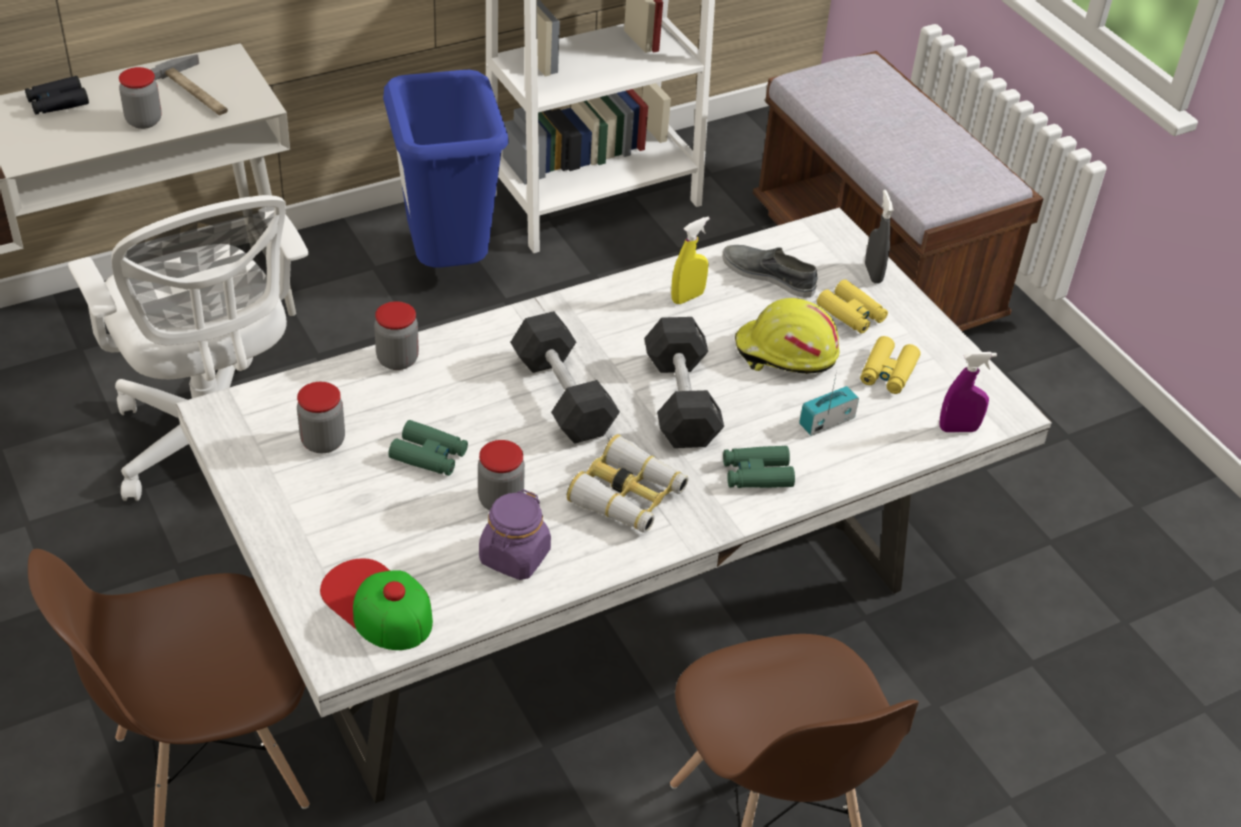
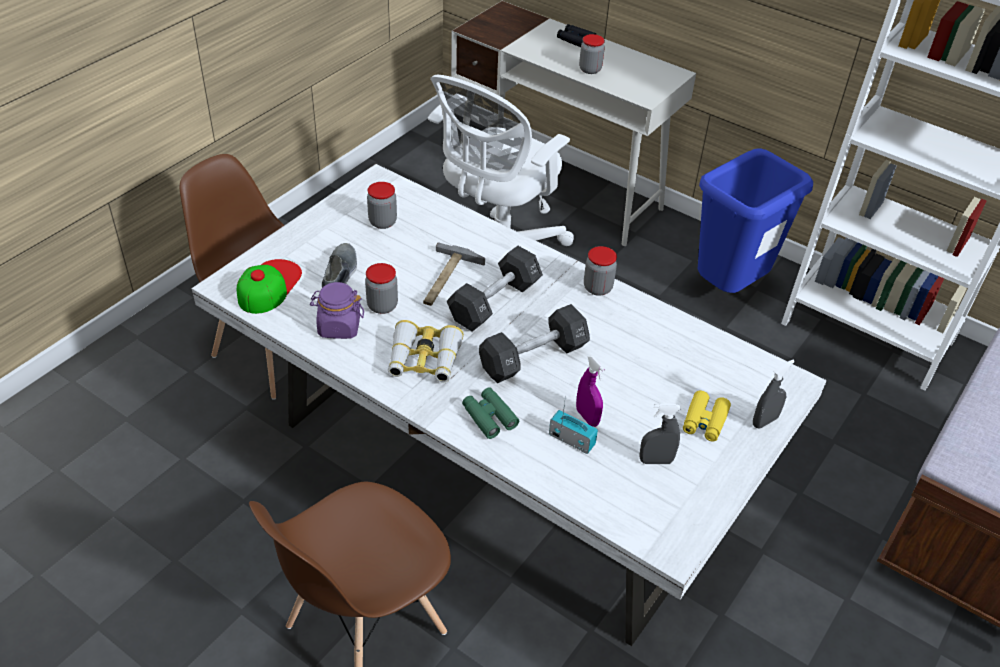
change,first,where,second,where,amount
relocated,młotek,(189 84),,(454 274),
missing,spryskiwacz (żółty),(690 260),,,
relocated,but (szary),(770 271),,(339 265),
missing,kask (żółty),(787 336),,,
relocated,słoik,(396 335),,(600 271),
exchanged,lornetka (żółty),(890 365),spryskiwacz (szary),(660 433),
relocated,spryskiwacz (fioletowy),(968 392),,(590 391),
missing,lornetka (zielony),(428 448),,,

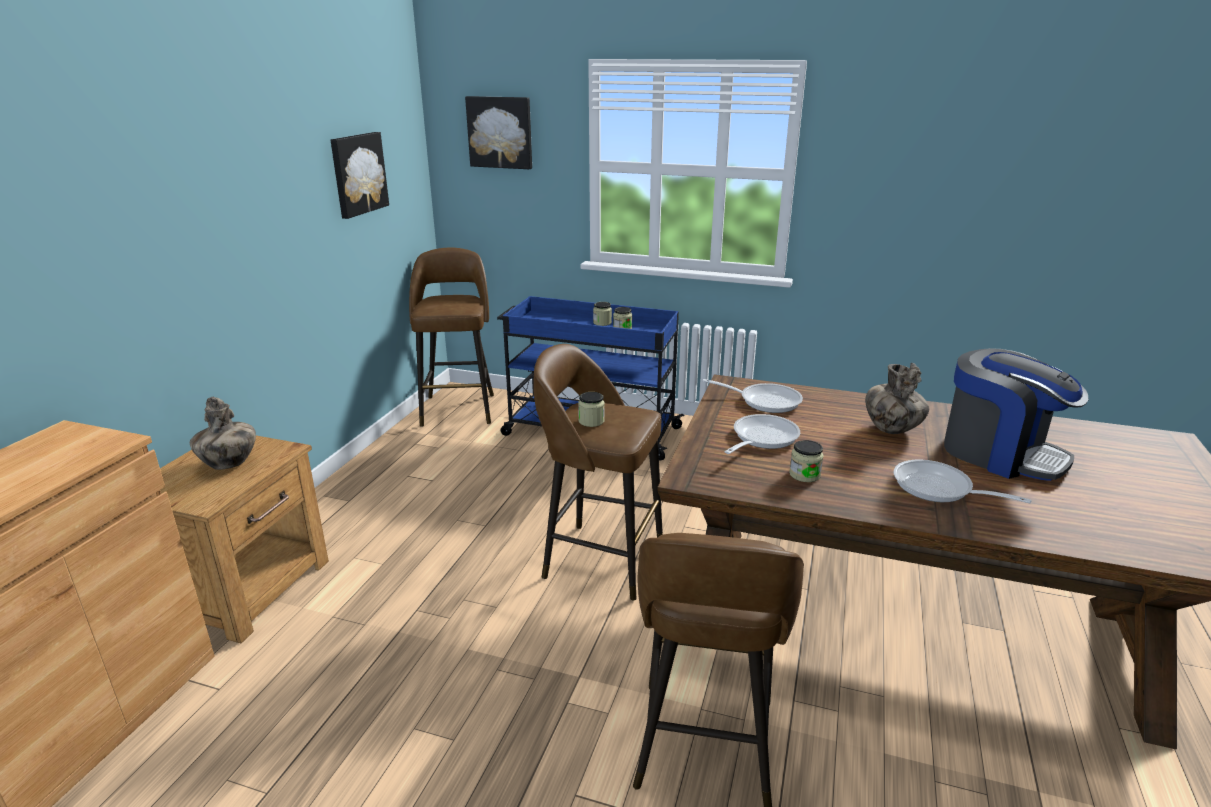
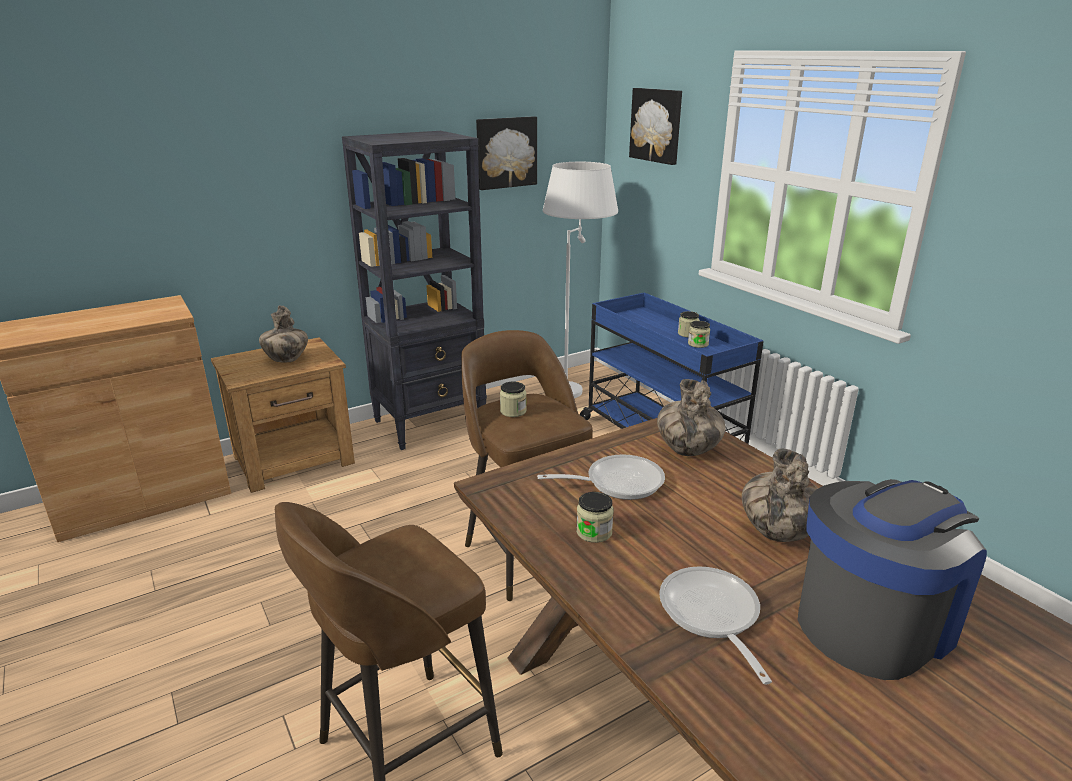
change,first,where,second,where,amount
exchanged,stołek (brązowy),(451 337),lampa stojąca (biały),(580 280),
spun,ekspres do kawy,(1016 414),,(892 579),120 degrees counterclockwise
exchanged,patelnia,(753 396),wazon,(691 417),
appeared,,,regał (czarny),(414 290),

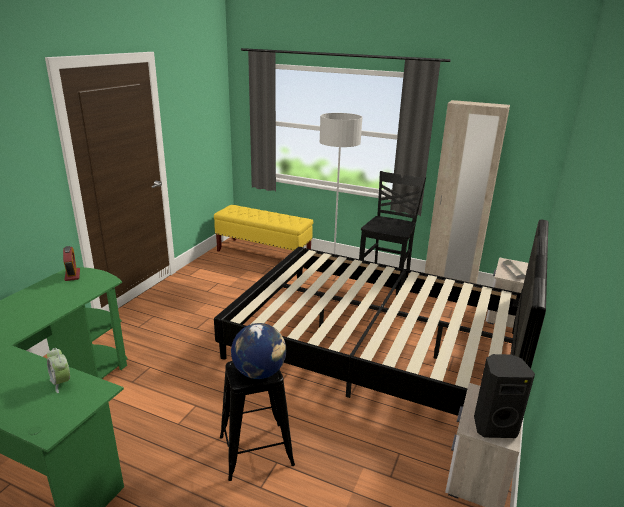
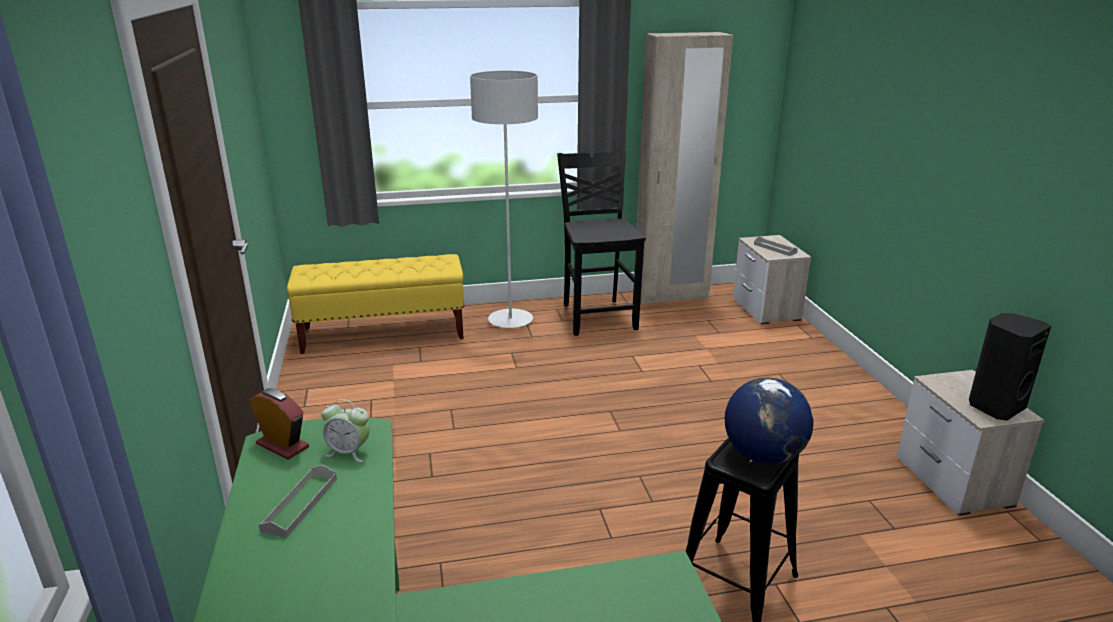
change,first,where,second,where,amount
missing,łóżko (czarny),(381 318),,,
relocated,budzik,(58 370),,(345 430),
appeared,,,taca (szary),(298 501),

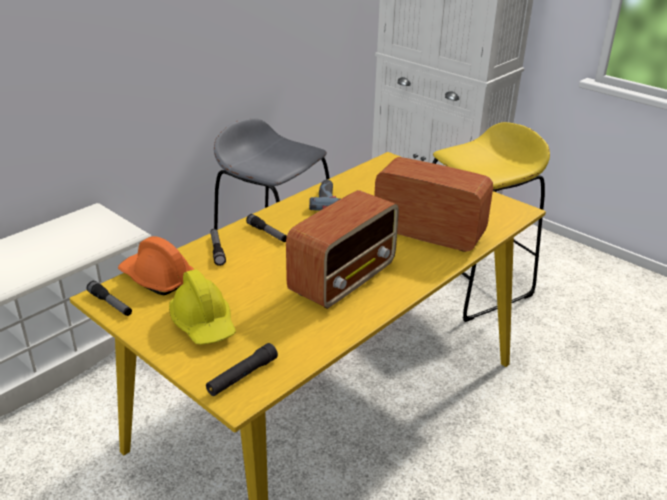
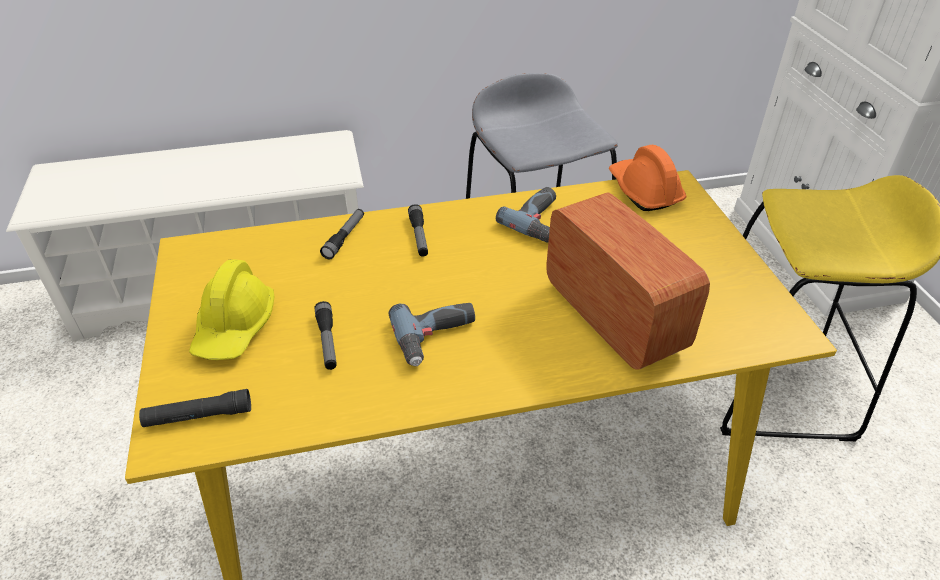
change,first,where,second,where,amount
exchanged,radio,(342 249),wiertarka,(432 334),
relocated,kask (pomarańczowy),(156 265),,(648 178),
relocated,latarka,(109 298),,(325 335),

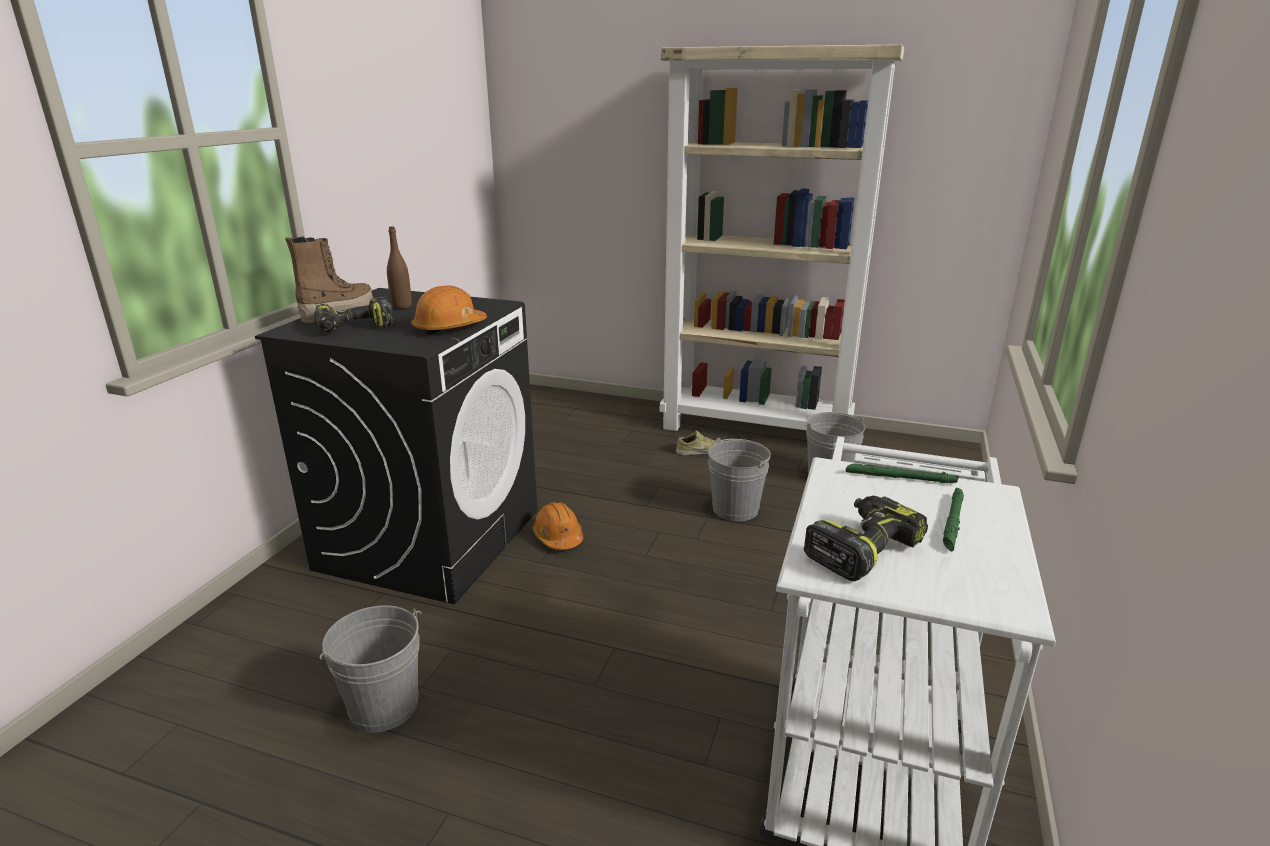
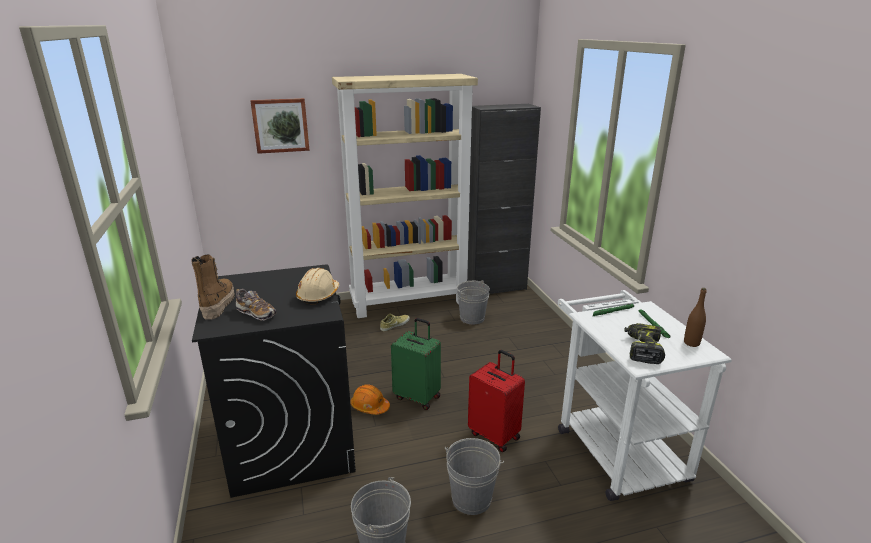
change,first,where,second,where,amount
relocated,butelka (brązowy),(399 267),,(695 317),
colour,kask (pomarańczowy),(449 310),kask (beżowy),(317 286),
exchanged,wiertarka,(354 314),but,(256 305),
relocated,wiadro (szary),(739 479),,(474 476),
appeared,,,obraz,(280 126),
appeared,,,szafka (czarny),(504 199),
appeared,,,walizka (zielony),(416 364),
appeared,,,walizka (czerwony),(496 401),

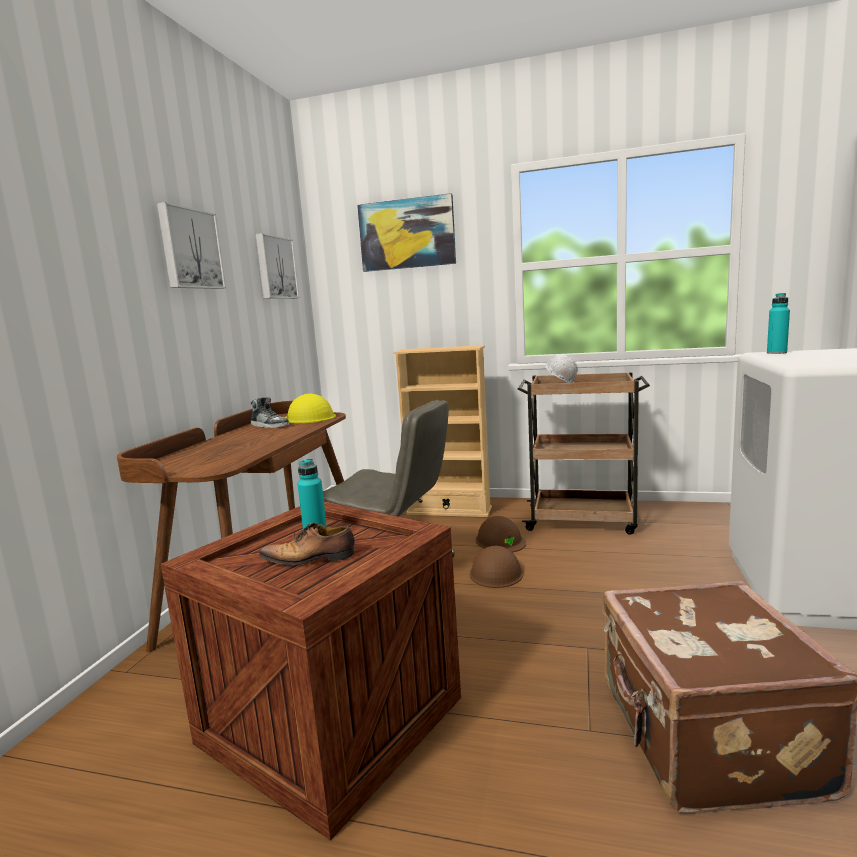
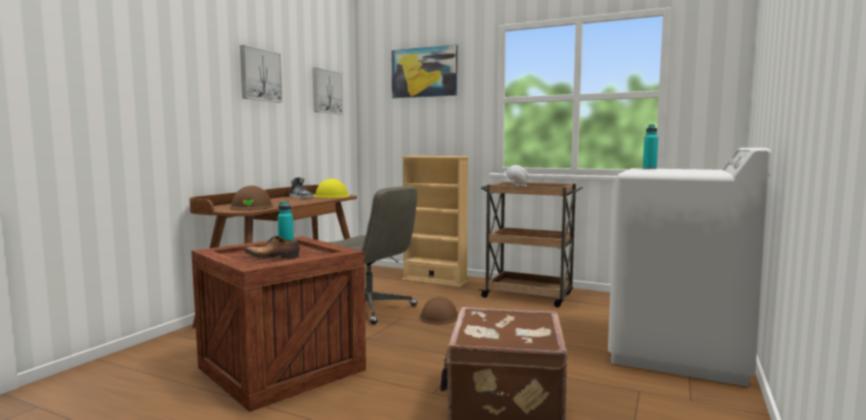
change,first,where,second,where,amount
relocated,kask (brązowy),(500 534),,(251 198),

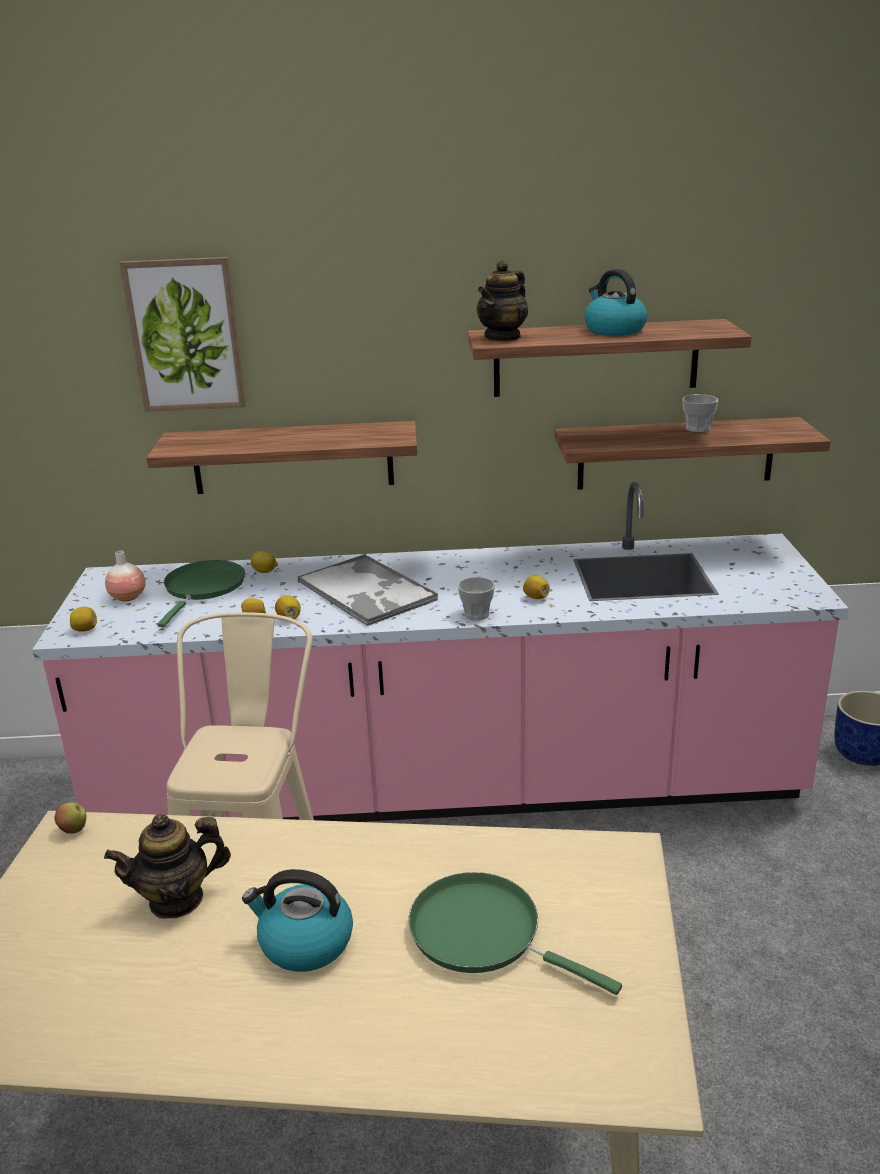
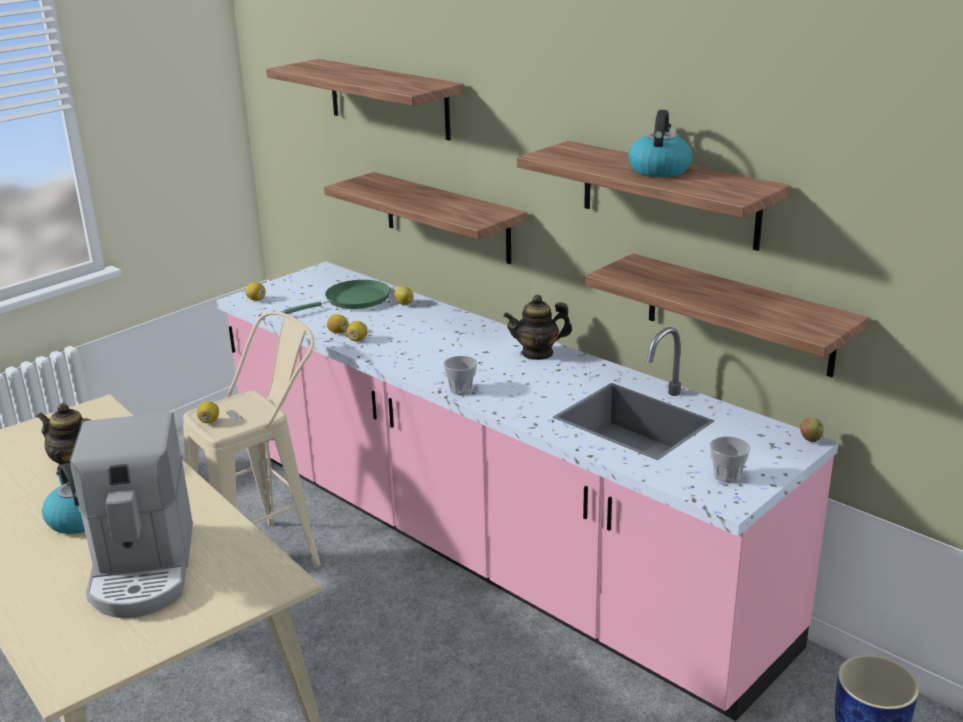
change,first,where,second,where,amount
exchanged,obraz,(183 334),półka,(365 100),
relocated,imbryk,(502 301),,(537 327),
relocated,filiżanka,(700 413),,(730 459),
missing,wazon,(125 576),,,
missing,taca,(368 590),,,
relocated,cytryna,(536 587),,(208 412),
relocated,jabłko,(70 818),,(812 430),
exchanged,patelnia (zielony),(515 933),ekspres do kawy,(131 515),

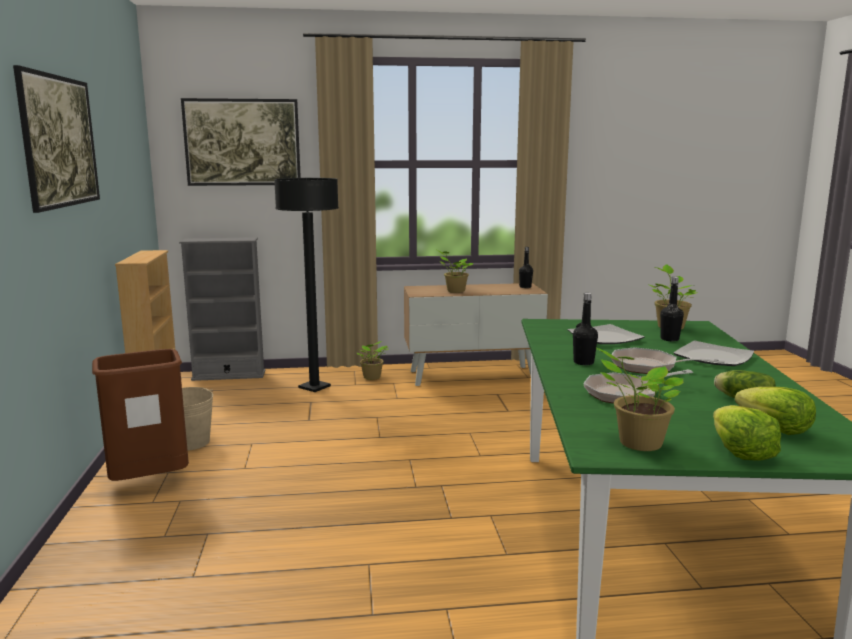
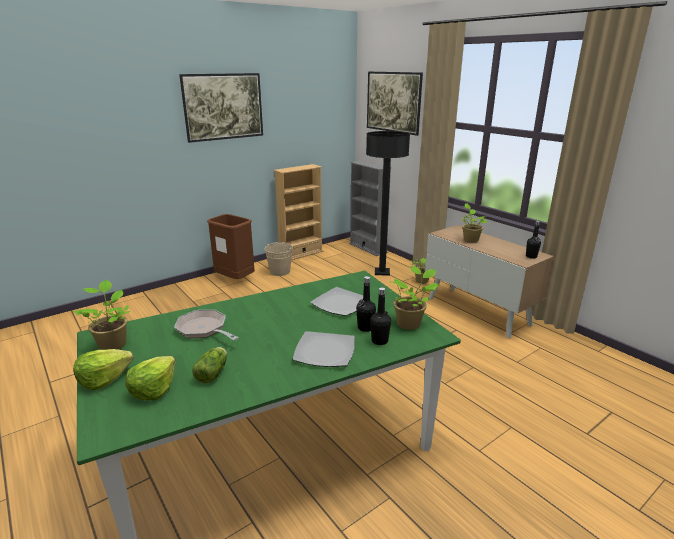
change,first,where,second,where,amount
relocated,butelka (czarny),(585 329),,(380 316),
missing,patelnia,(668 360),,,

